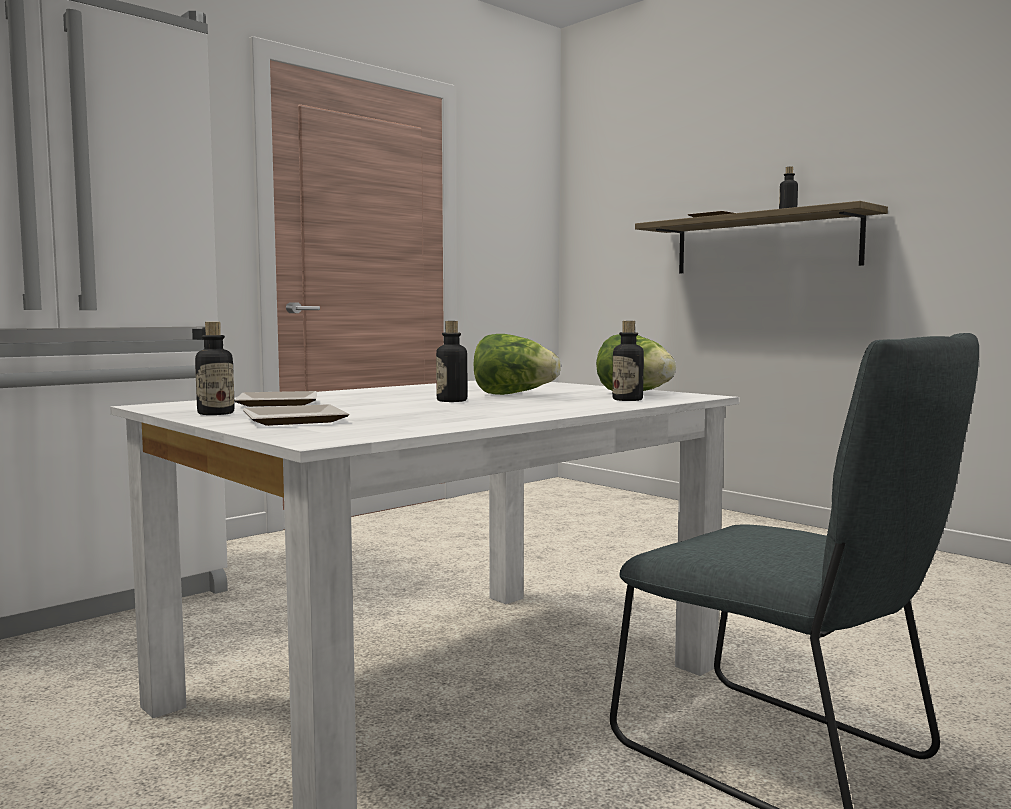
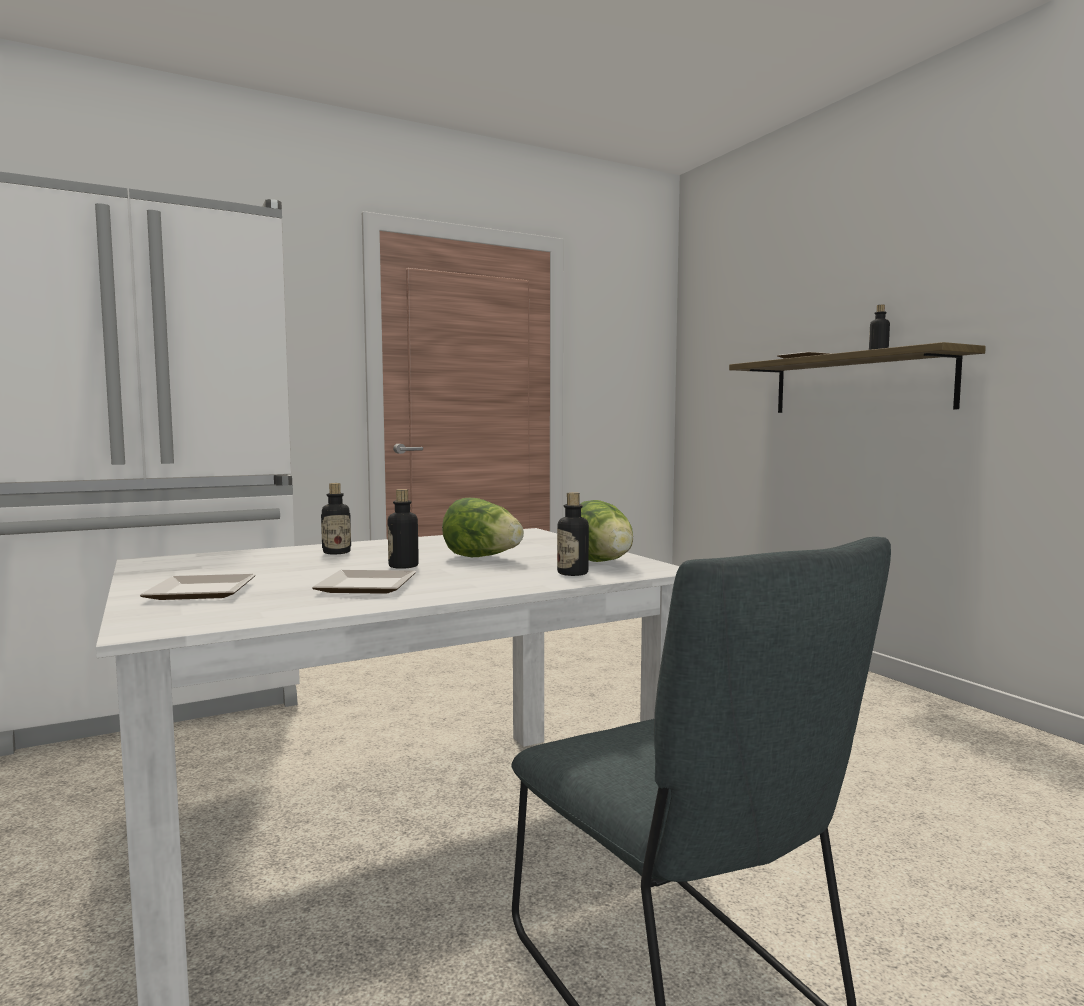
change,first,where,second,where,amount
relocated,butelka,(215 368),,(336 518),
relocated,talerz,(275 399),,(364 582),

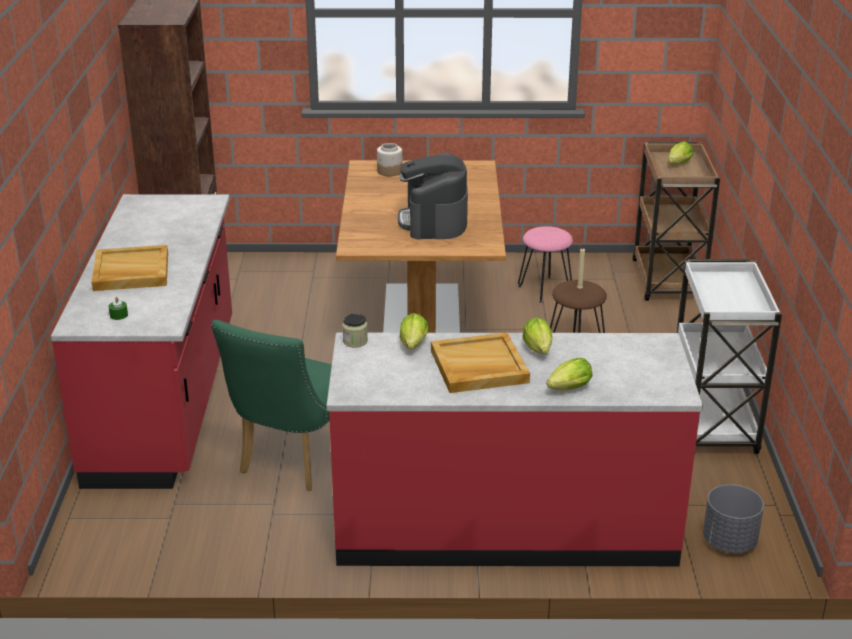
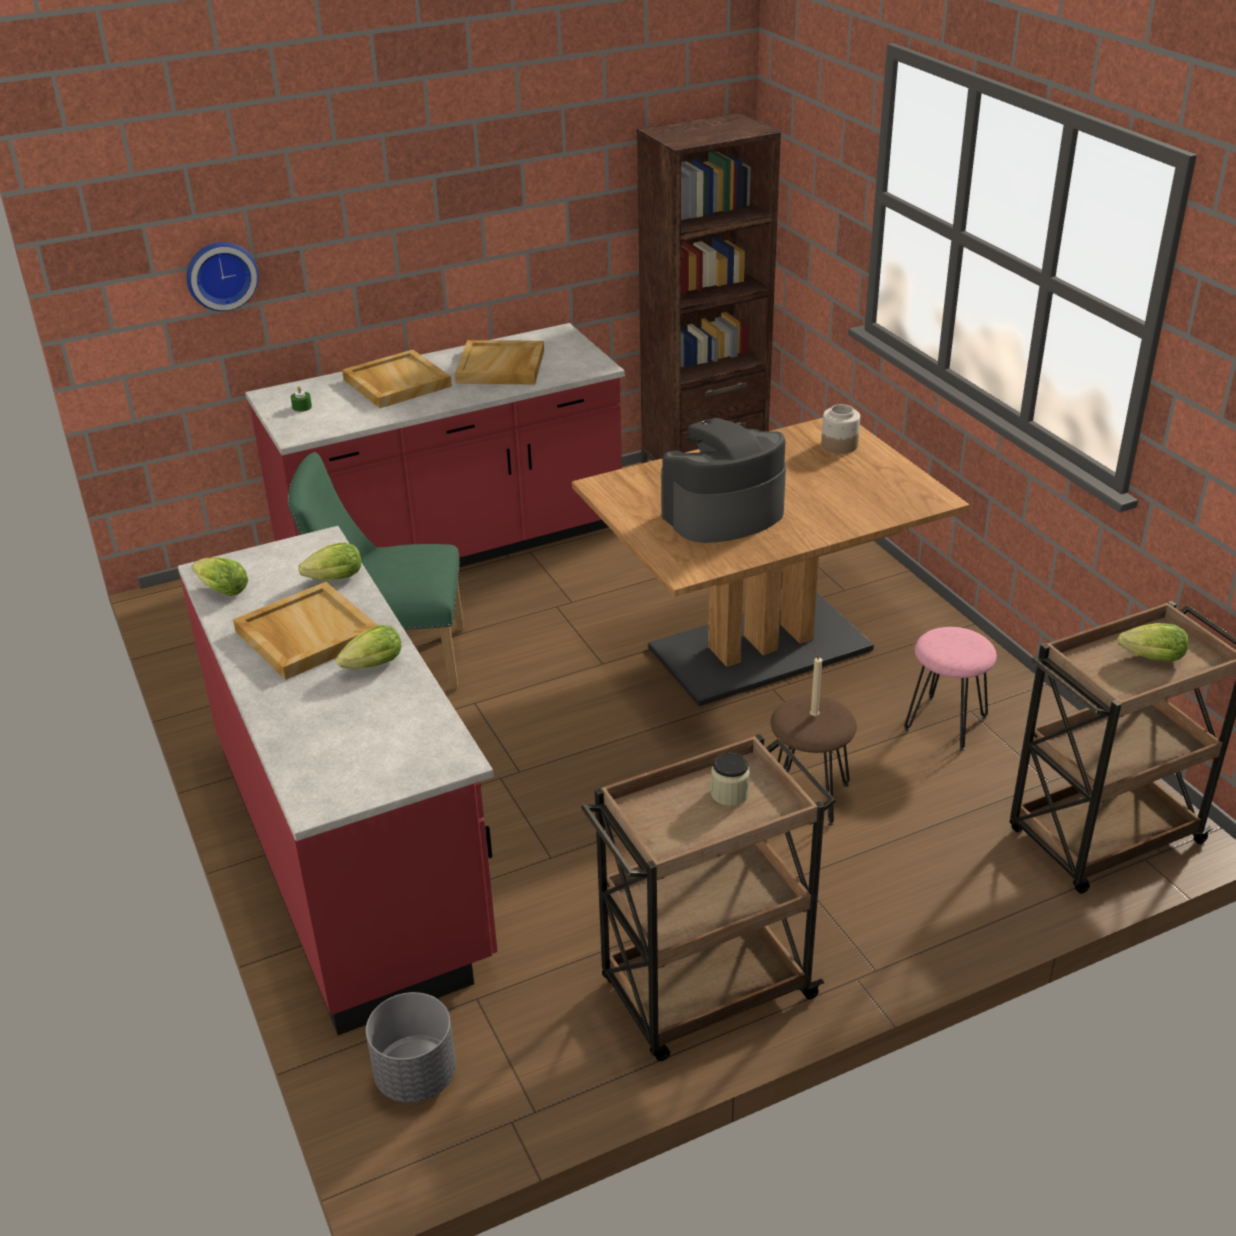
change,first,where,second,where,amount
colour,wózek (biały),(729 356),wózek (brązowy),(708 897),
relocated,słoik,(355 330),,(730 779),
relocated,sałata,(570 374),,(220 576),
appeared,,,zegar ścienny,(222 276),
appeared,,,taca (beżowy),(499 362),

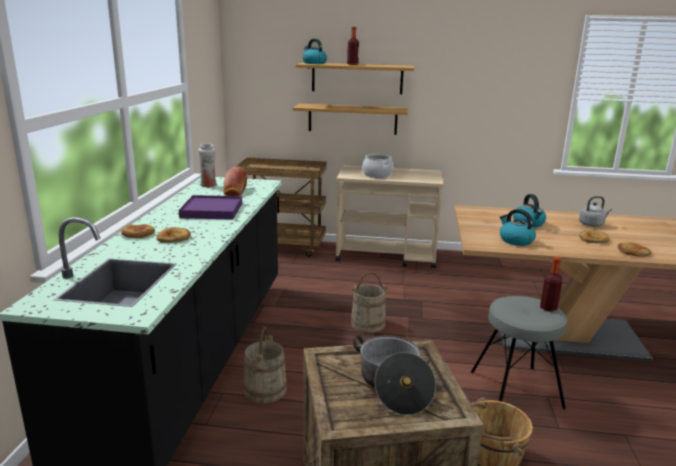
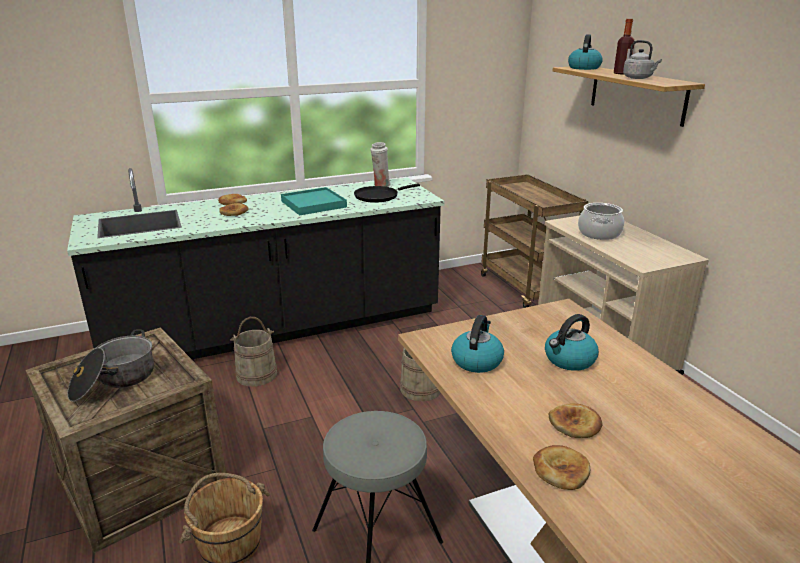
change,first,where,second,where,amount
missing,półka,(350 119),,,
exchanged,chleb,(235 181),patelnia (czarny),(387 193),
colour,taca (fioletowy),(210 207),taca (turkusowy),(314 201),
relocated,czajnik (szary),(595 211),,(642 59),
missing,butelka,(551 284),,,

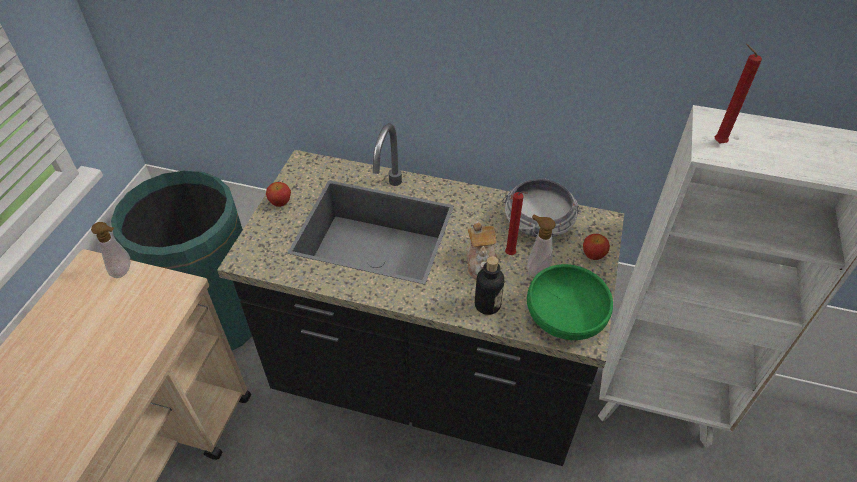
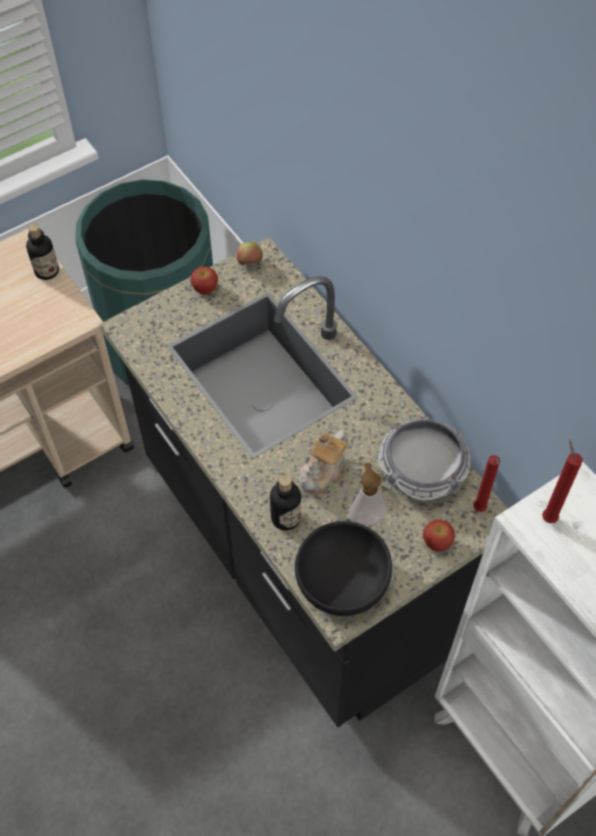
change,first,where,second,where,amount
relocated,świeca (czerwony),(516 223),,(487 483),
exchanged,dozownik mydła,(110 250),butelka,(42 252),
colour,miska (zielony),(570 302),miska (czarny),(343 568),
appeared,,,jabłko,(249 253),

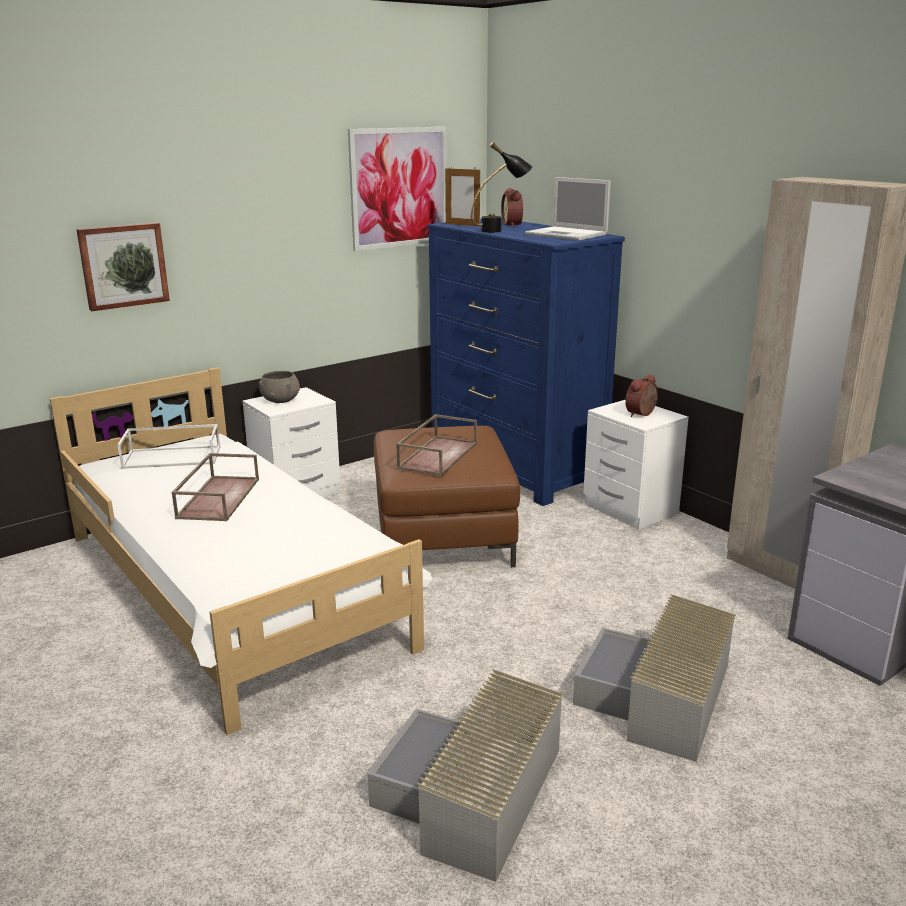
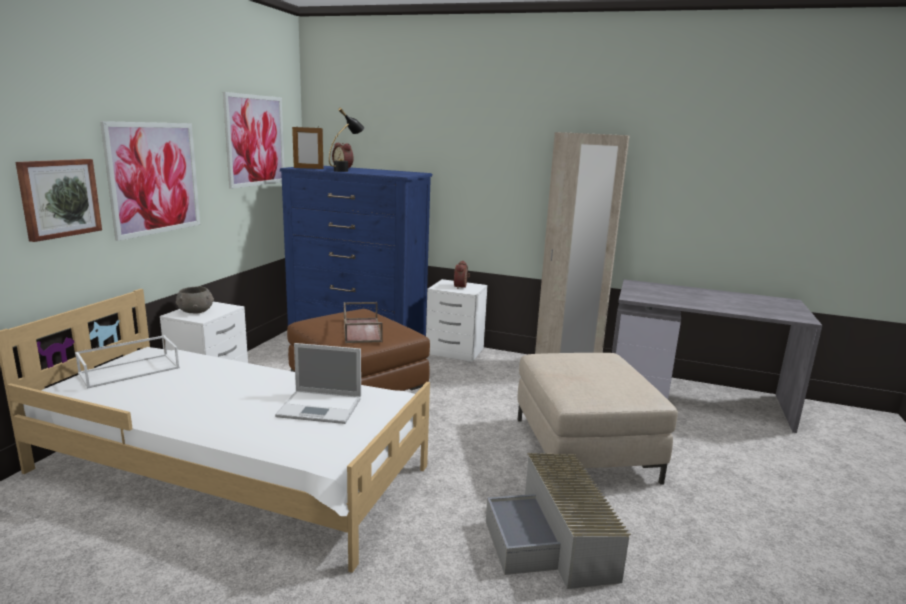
change,first,where,second,where,amount
relocated,laptop,(568 208),,(318 383),
missing,taca (brązowy),(215 487),,,
exchanged,pojemnik do przechowywania (szary),(654 678),pufa (beżowy),(597 419),
appeared,,,obraz,(150 181),

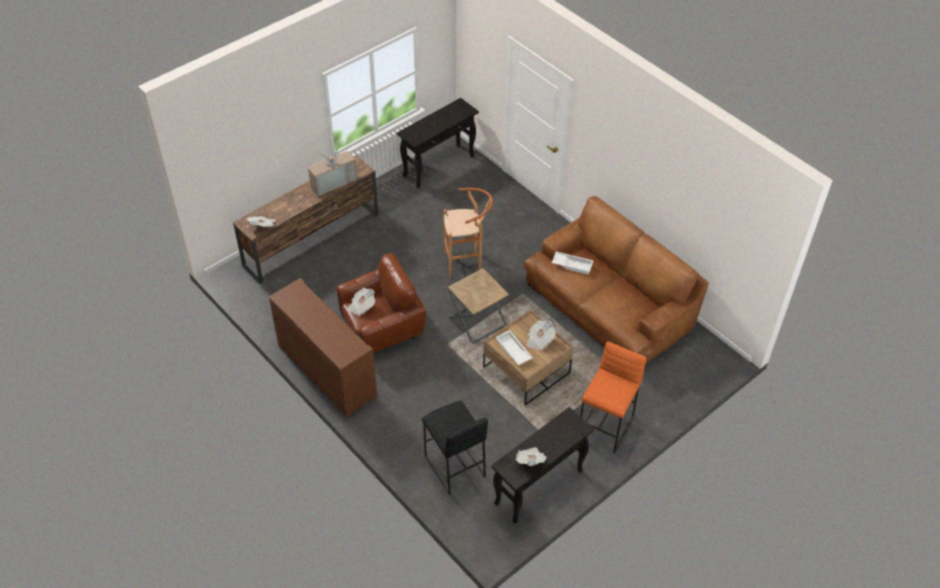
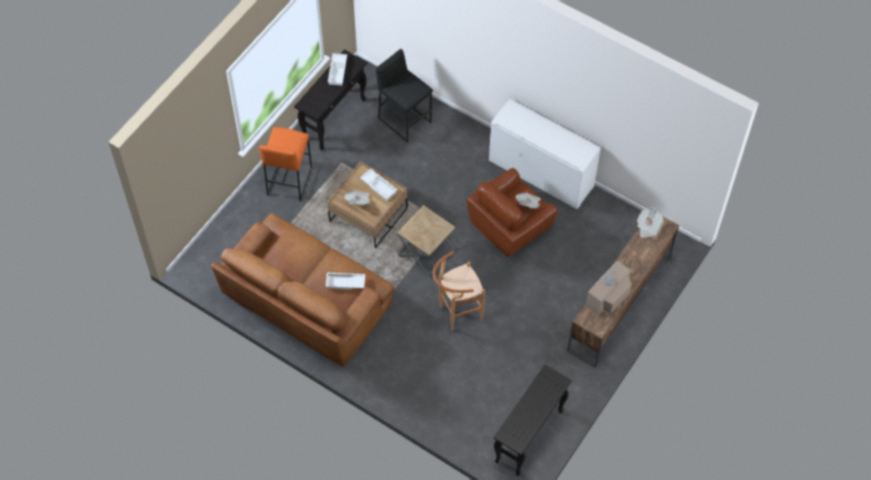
change,first,where,second,where,amount
colour,szafka (brązowy),(323 347),szafka (biały),(545 154),
exchanged,gazeta,(531 456),taca (biały),(337 69),

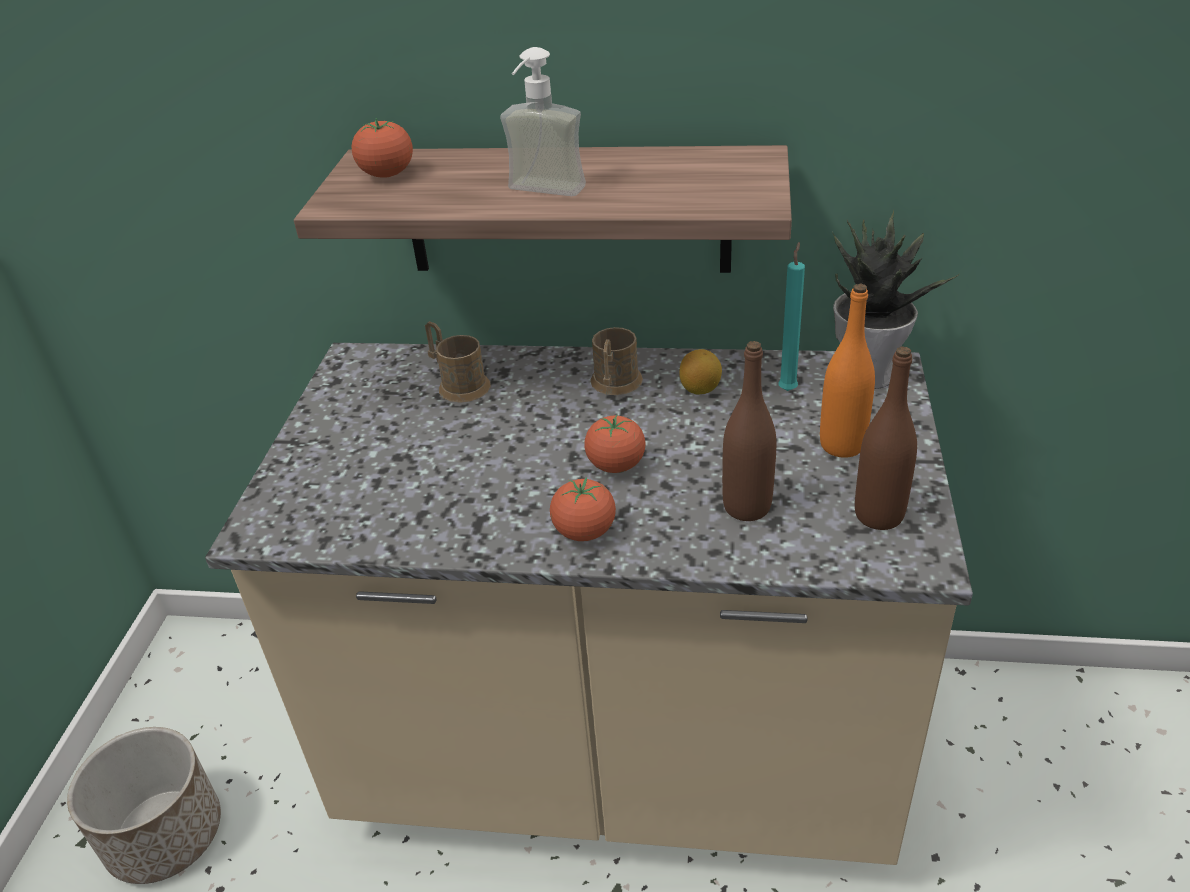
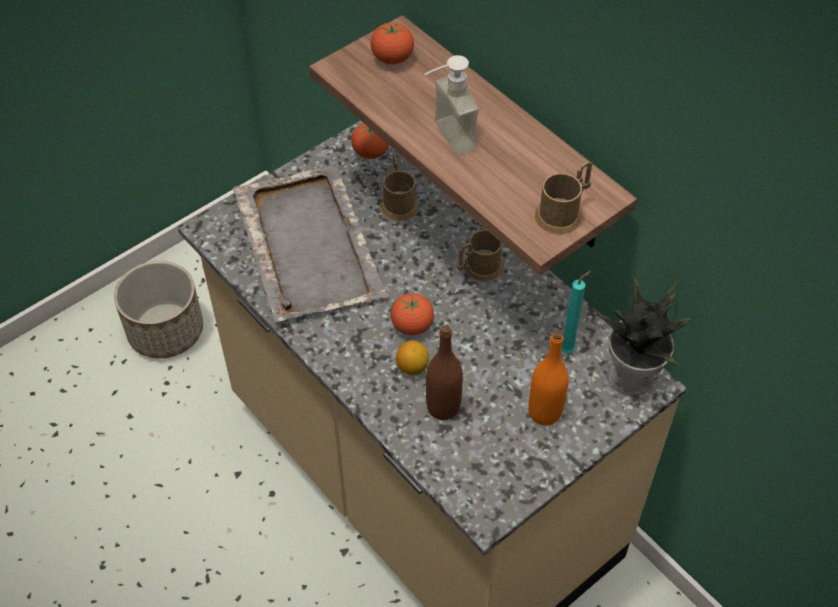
change,first,where,second,where,amount
missing,butelka (brązowy),(886 438),,,
relocated,cytryna,(700 372),,(412 357),
relocated,pomidor,(583 509),,(370 141),
appeared,,,kubek (brązowy),(563 198),
appeared,,,taca (szary),(311 243),

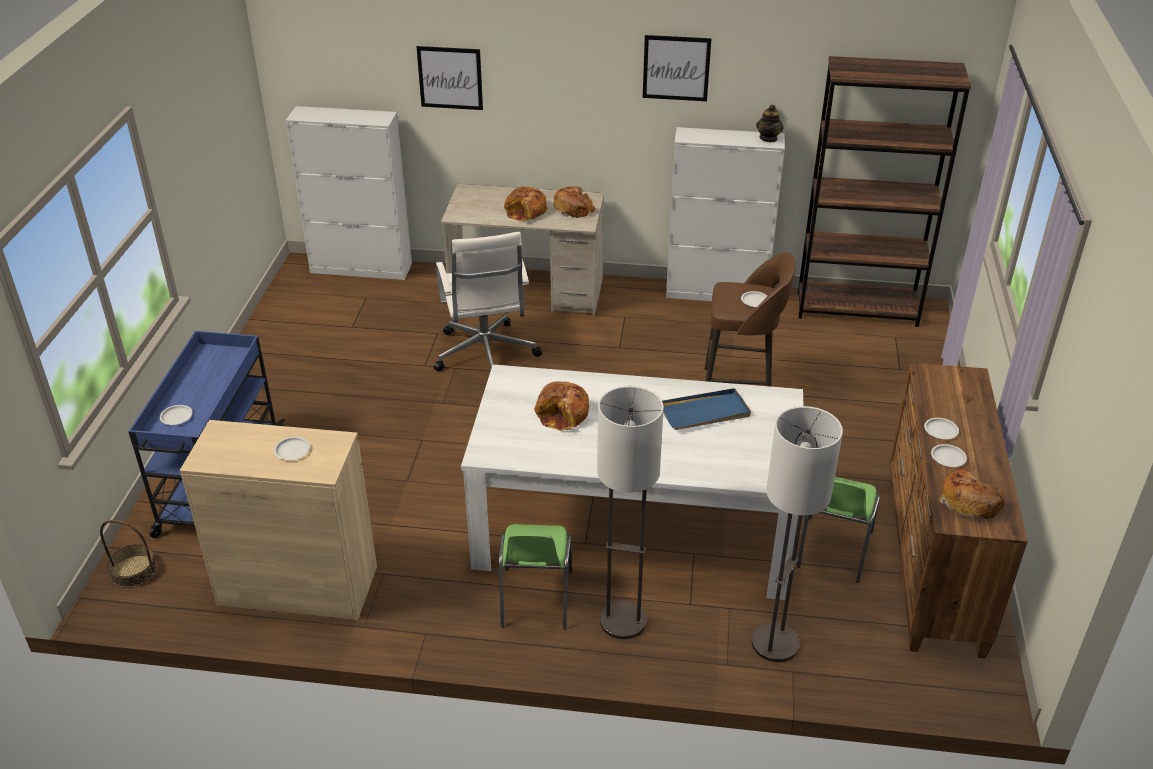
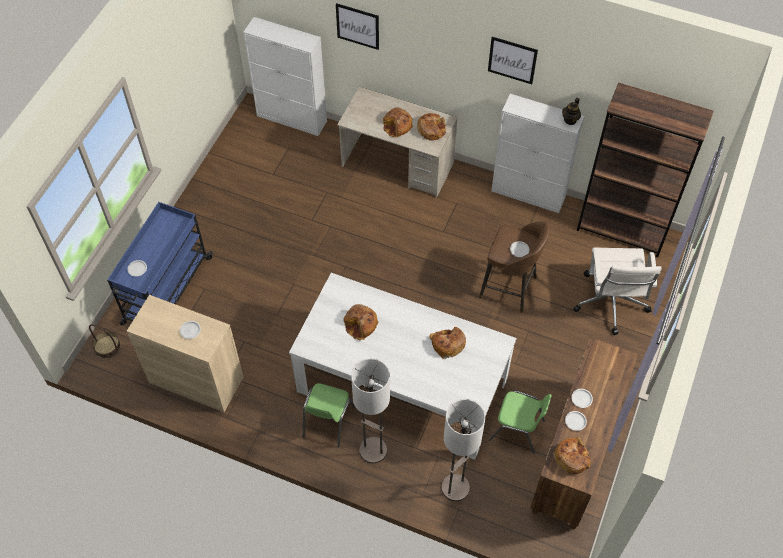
change,first,where,second,where,amount
relocated,krzesło biurowe (biały),(488 301),,(617 291),
exchanged,taca (niebieski),(706 409),chleb,(447 343),
spun,krzesło (zielony),(838 530),,(520 422),105 degrees counterclockwise

